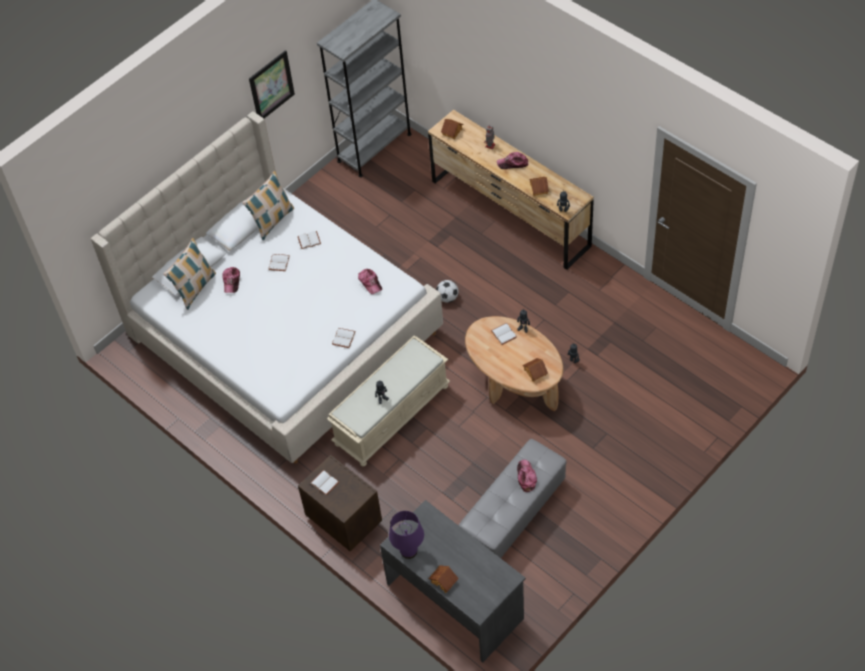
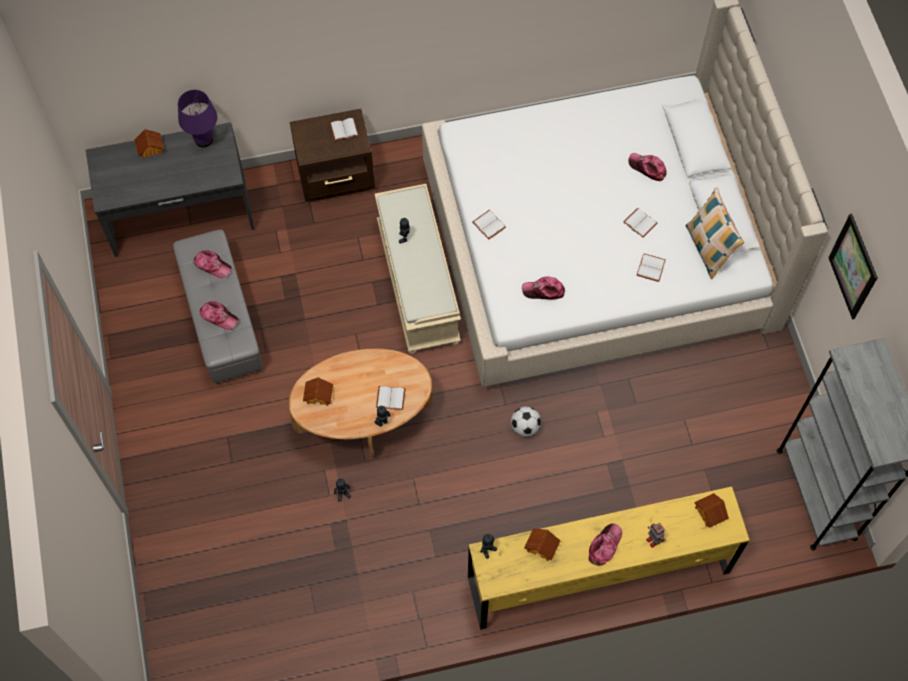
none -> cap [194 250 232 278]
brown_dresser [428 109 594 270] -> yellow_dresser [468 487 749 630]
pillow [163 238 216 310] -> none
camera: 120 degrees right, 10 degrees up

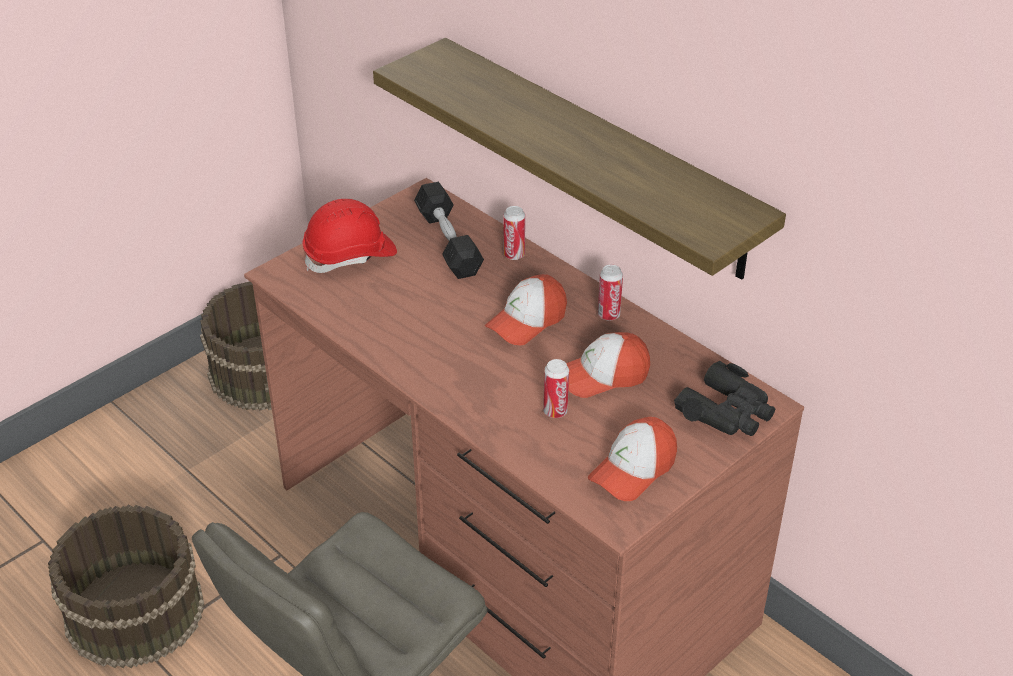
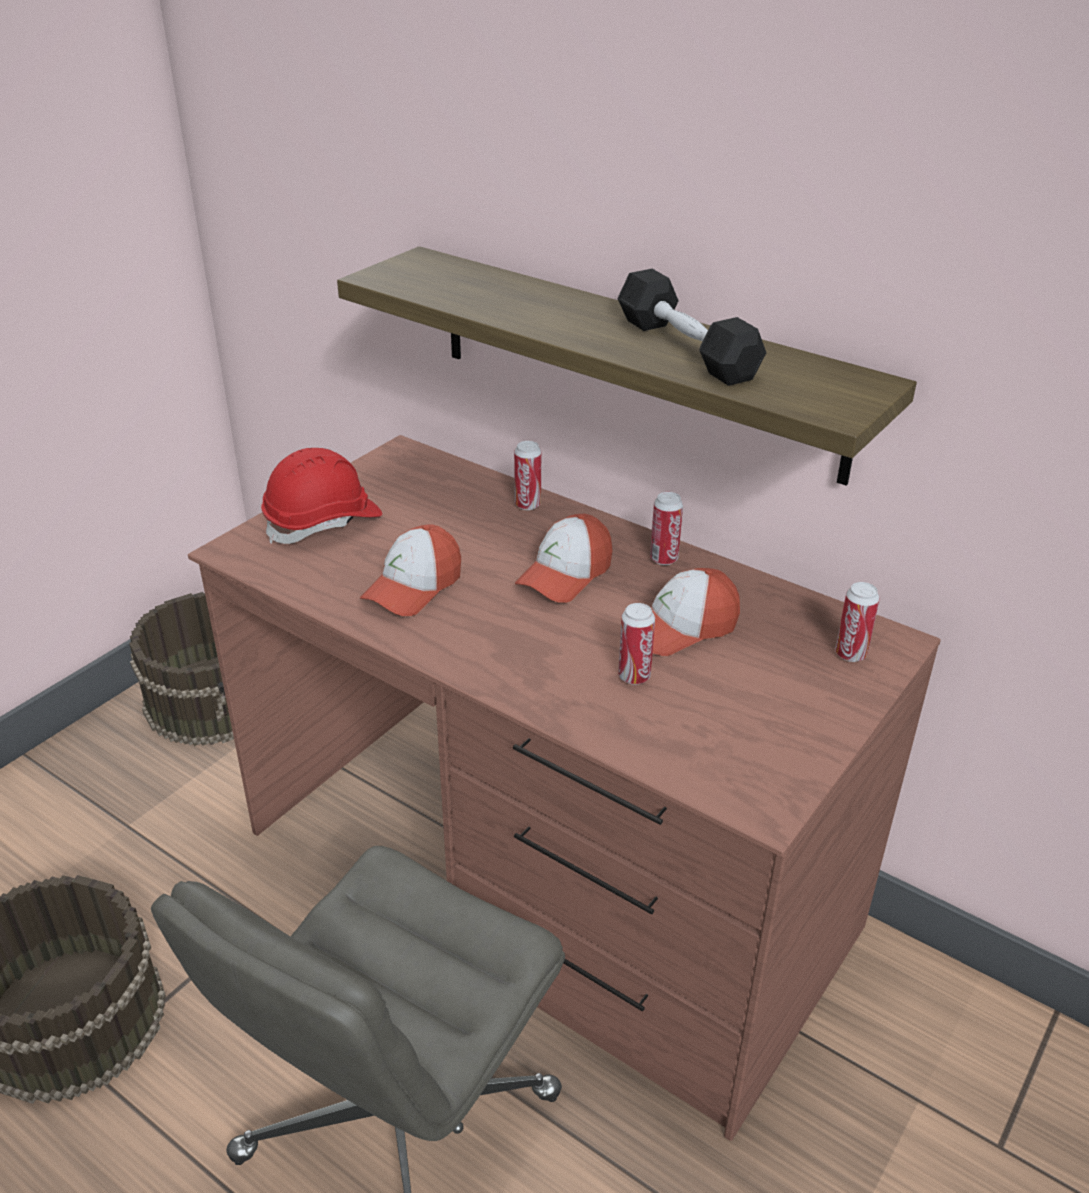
cap [588 417 677 501] -> cap [360 524 461 616], shifted
black_dumbbell [414 182 484 279] -> black_dumbbell [617 269 766 386], shifted
black_binoculars [674 361 775 436] -> can [835 582 880 662]
camera: 10 degrees left, 5 degrees down

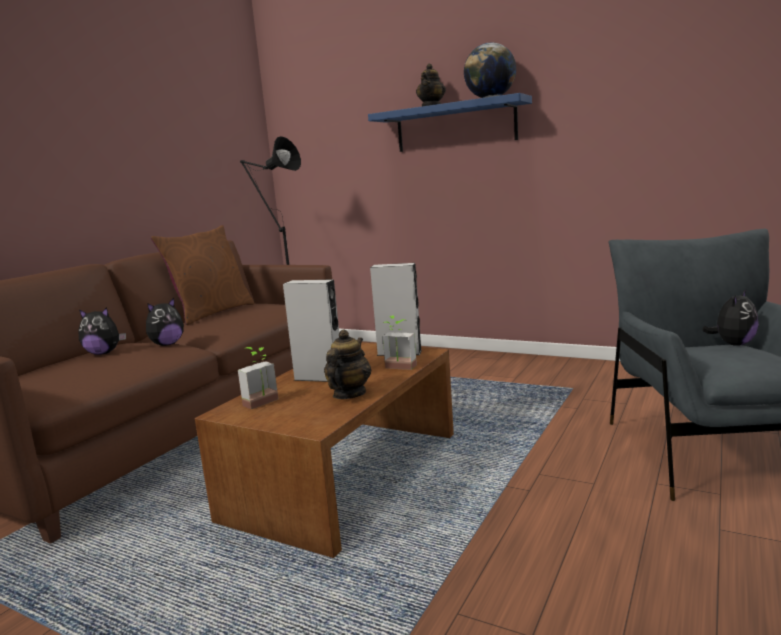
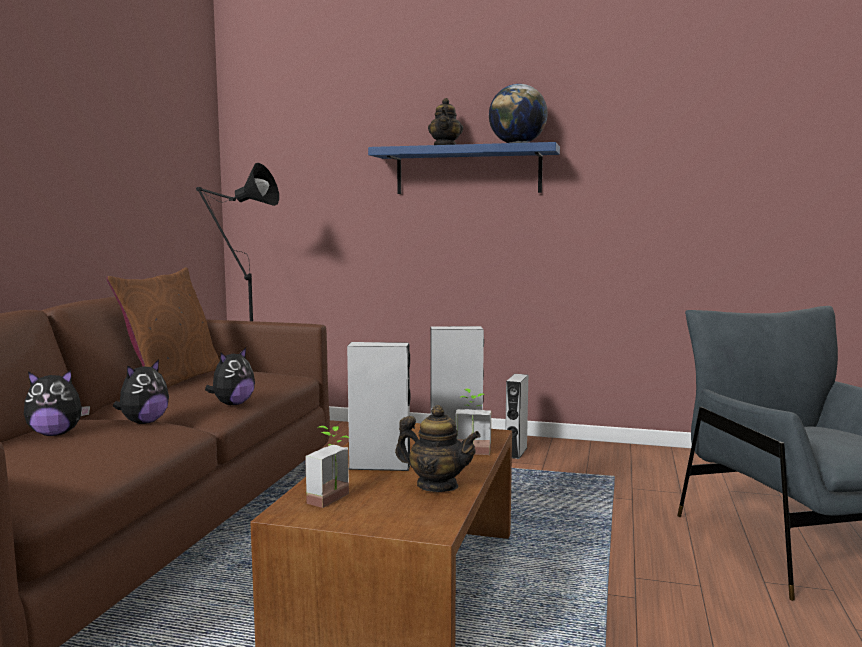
plush_toy [702 290 759 346] -> plush_toy [205 348 255 405], shifted
teapot [324 329 372 399] -> teapot [395 405 481 492], 105 degrees clockwise
none -> grey_speaker [505 374 528 459]
camera: 15 degrees left, 5 degrees down

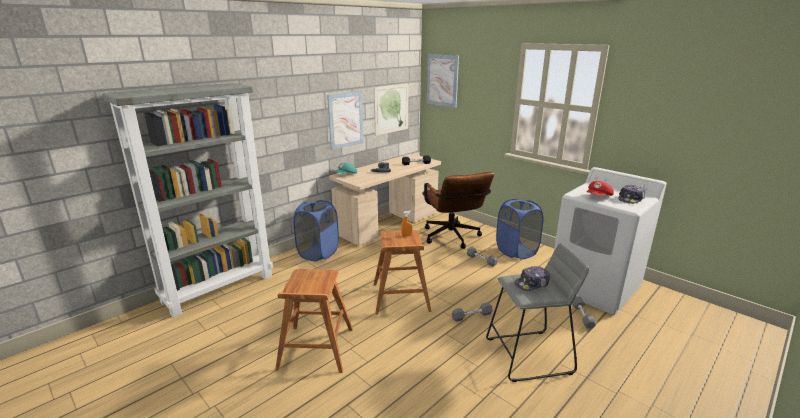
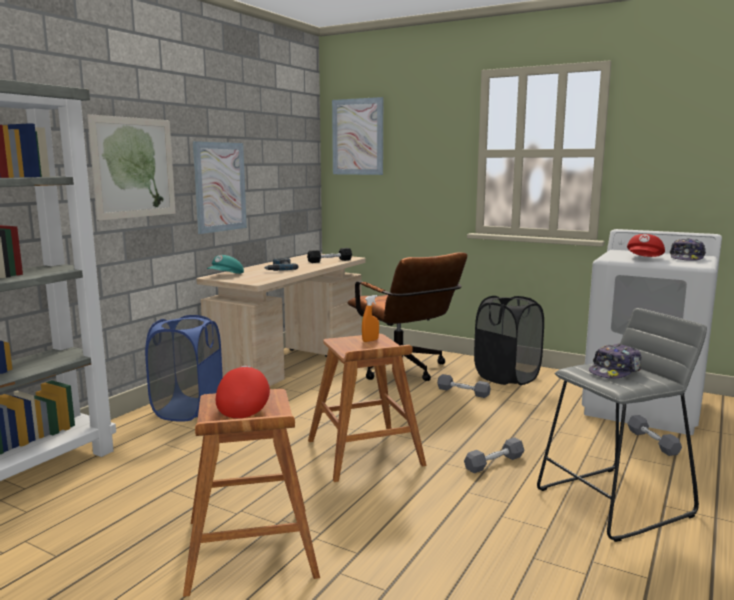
picture [374 83 408 136] -> picture [87 114 176 221], shifted
none -> red_cap [216 366 270 418]
blue_laundry_basket [496 199 544 259] -> black_laundry_basket [474 296 544 385]
camera: 15 degrees left, 10 degrees down

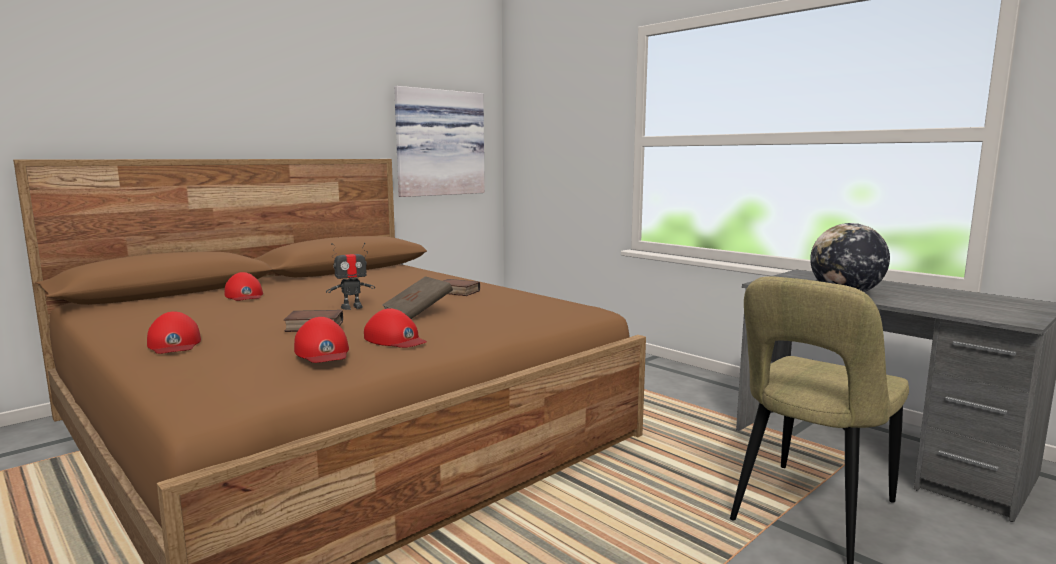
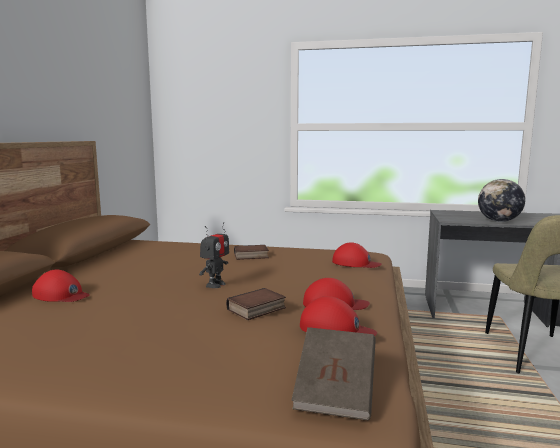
brown_book [382 276 453 319] -> brown_book [292 327 376 420], shifted
red_cap [147 311 201 354] -> red_cap [332 242 382 268], shifted
picture [394 86 485 197] -> none
camera: 35 degrees left, 0 degrees up

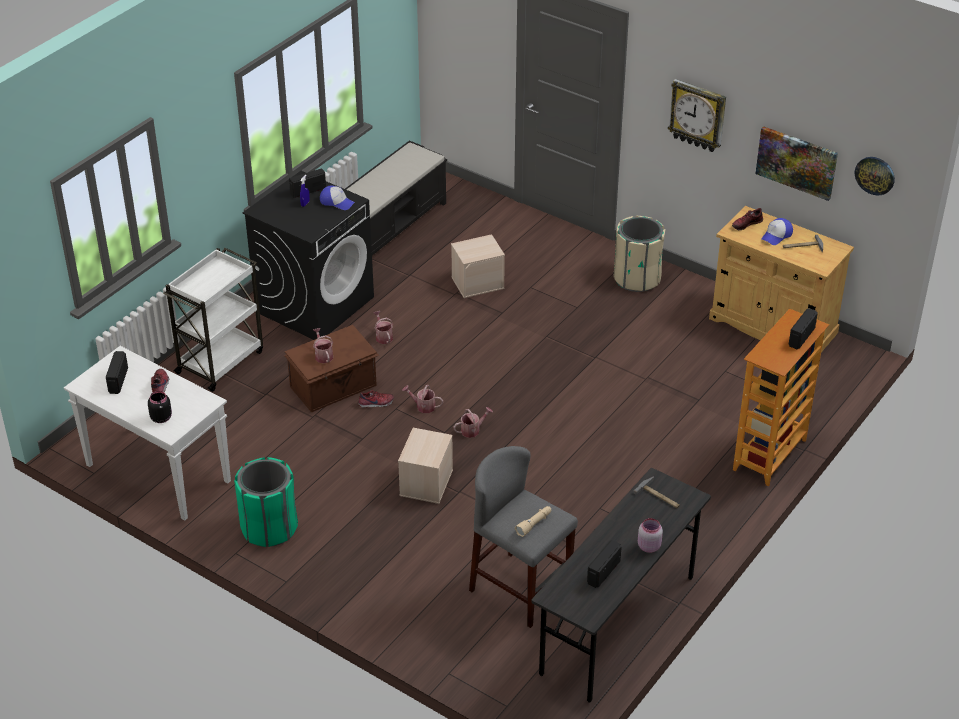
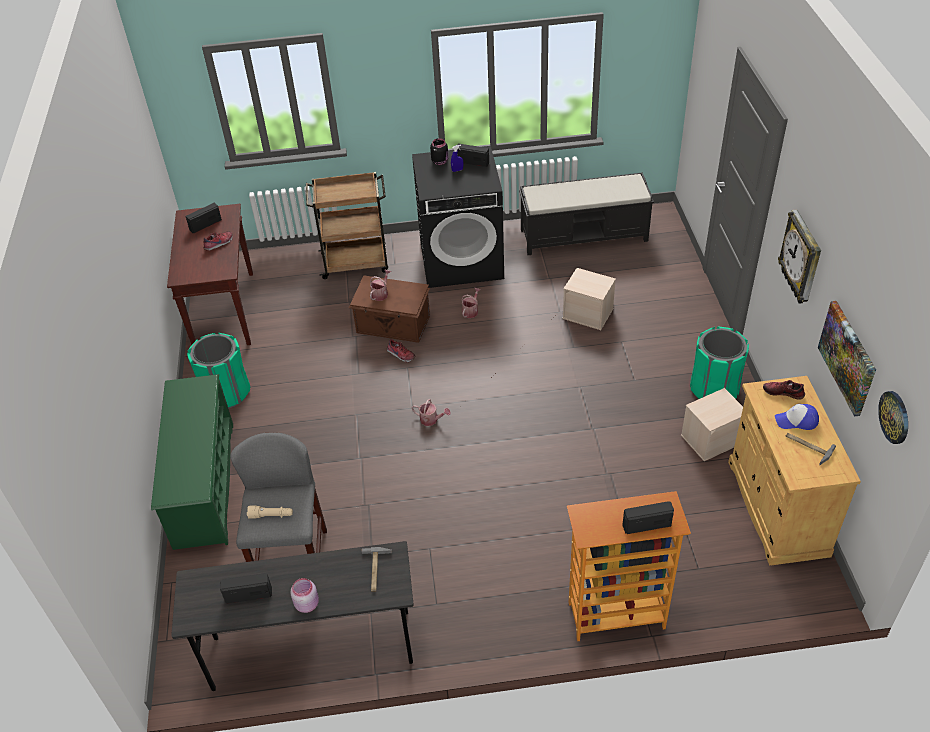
none -> green_shoe_rack [151 374 233 550]
white_console_table [64 346 231 521] -> brown_console_table [167 204 253 345]
white_cart [163 248 263 392] -> brown_cart [306 172 388 279]
black_jar [148 391 172 423] -> black_jar [430 138 448 165], shifted
beige_storage_box [398 428 453 504] -> beige_storage_box [681 388 743 461], shifted
beige_trash_can [613 216 665 292] -> green_trash_can [690 326 749 399]
cap [320 185 355 210] -> none
watering_can [402 385 443 413] -> none
camera: 50 degrees right, 5 degrees up

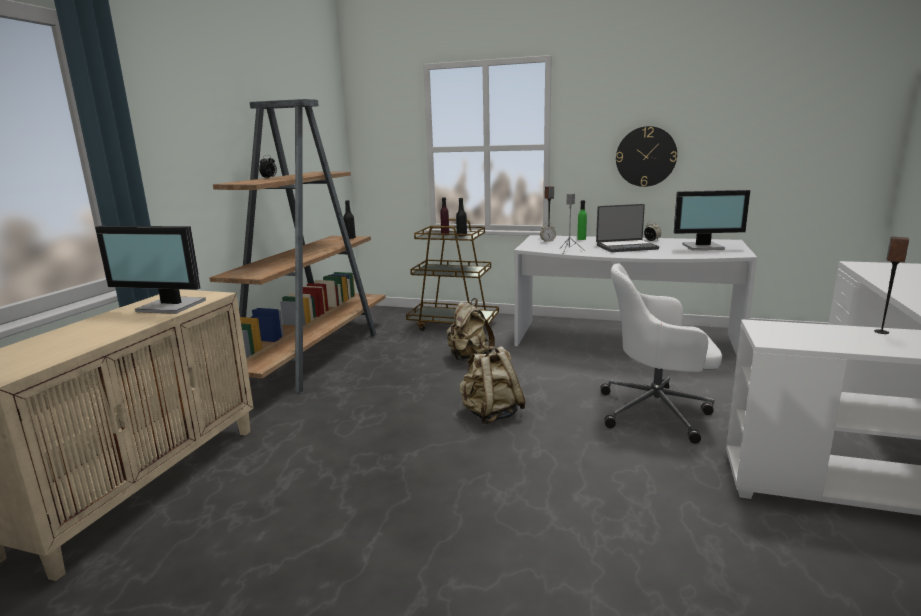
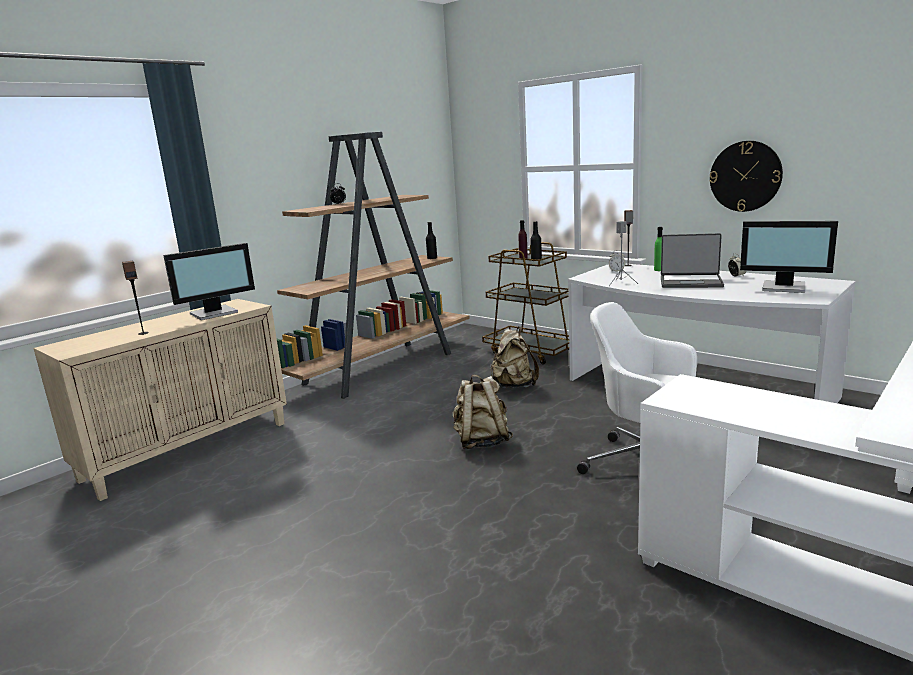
speaker [874 237 909 334] -> speaker [122 261 149 335], shifted
monitor [95 226 206 314] -> monitor [163 243 255 320], 75 degrees counterclockwise
camera: 25 degrees right, 0 degrees up

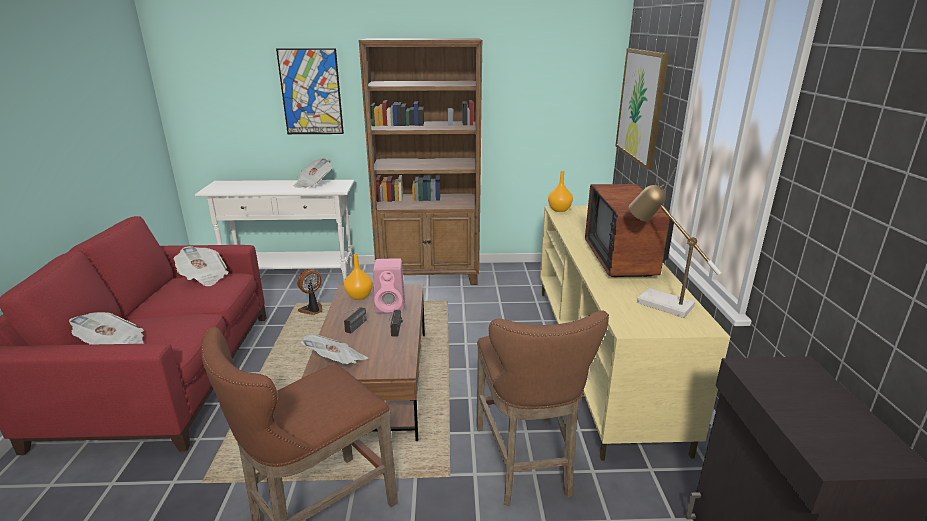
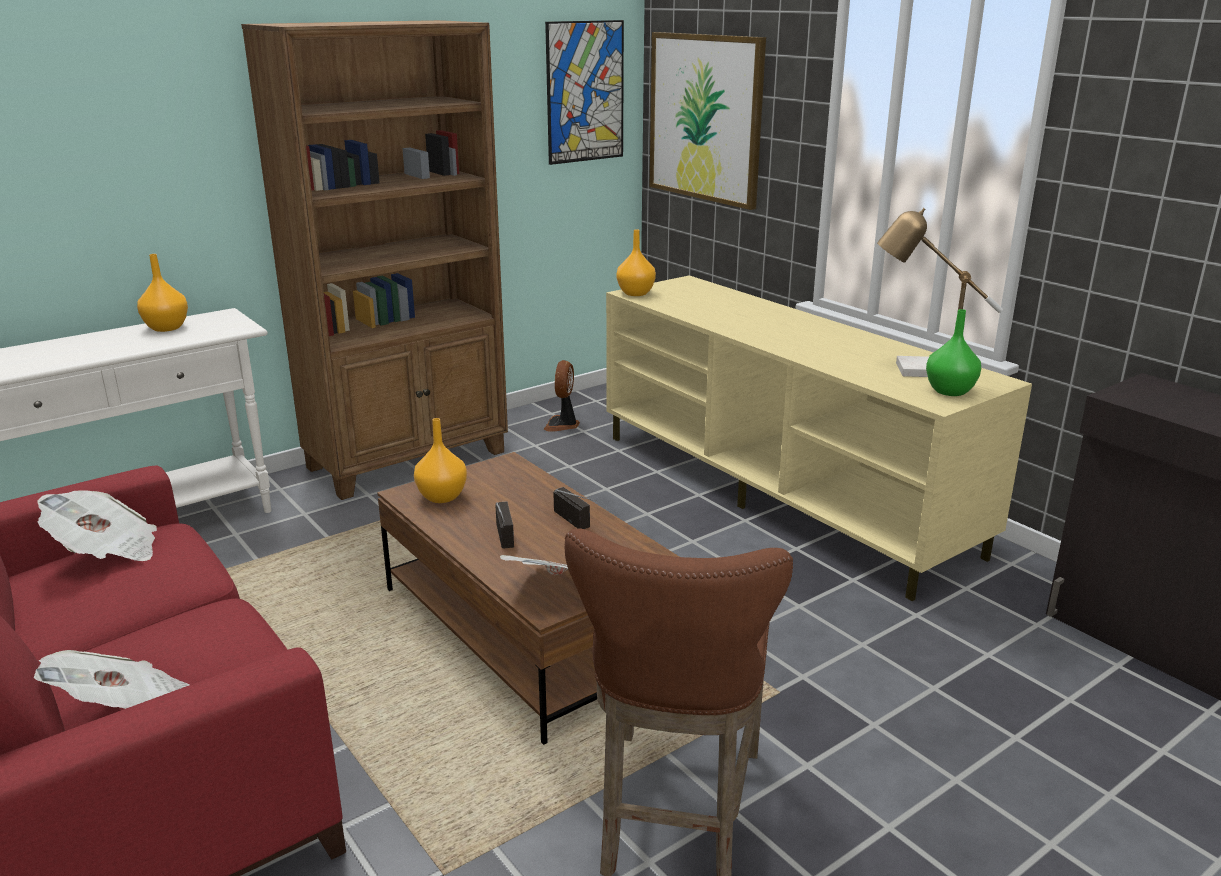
newspaper [294 158 332 188] -> orange_vase [137 254 188 332]
fan [297 269 323 315] -> fan [543 360 580 432], shifted
picture [276 48 344 134] -> picture [545 20 624 165], shifted
none -> green_vase [926 309 981 396]
pink_speaker [373 258 405 313] -> none
brown_stool [476 311 609 506] -> none
television [585 160 676 277] -> none
camera: 35 degrees left, 0 degrees up

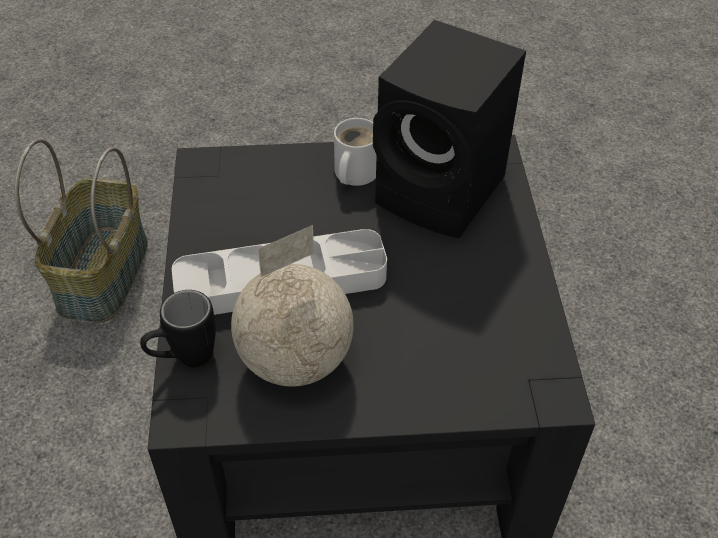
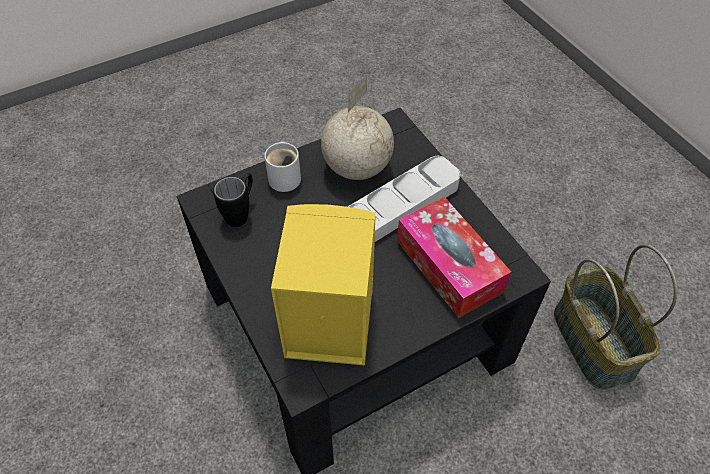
black_mug [140 290 216 368] -> black_mug [213 173 253 227], shifted
white_mug [334 118 377 186] -> white_mug [264 141 301 192], shifted
black_speaker [373 20 526 238] -> yellow_speaker [271 204 376 366]
none -> tissue_box [397 197 511 318]
camera: 155 degrees right, 5 degrees up

